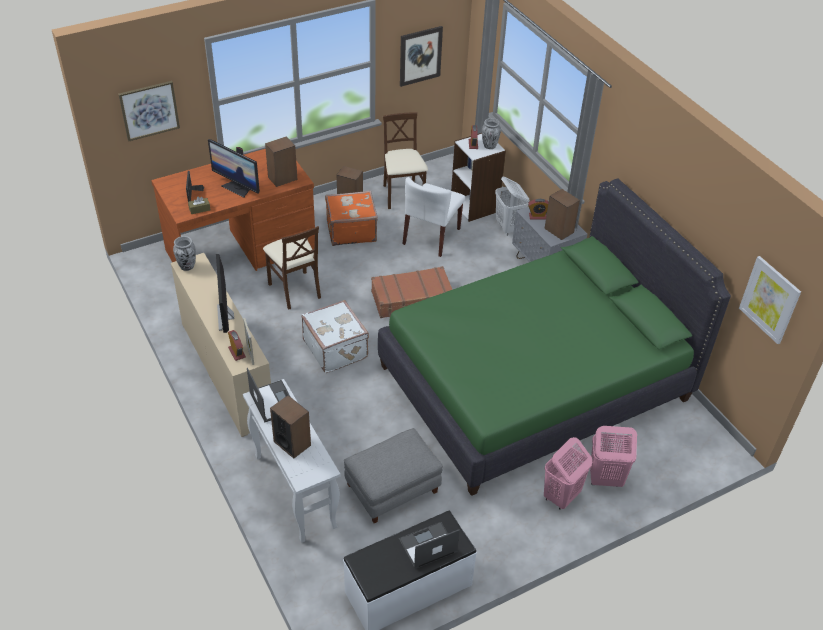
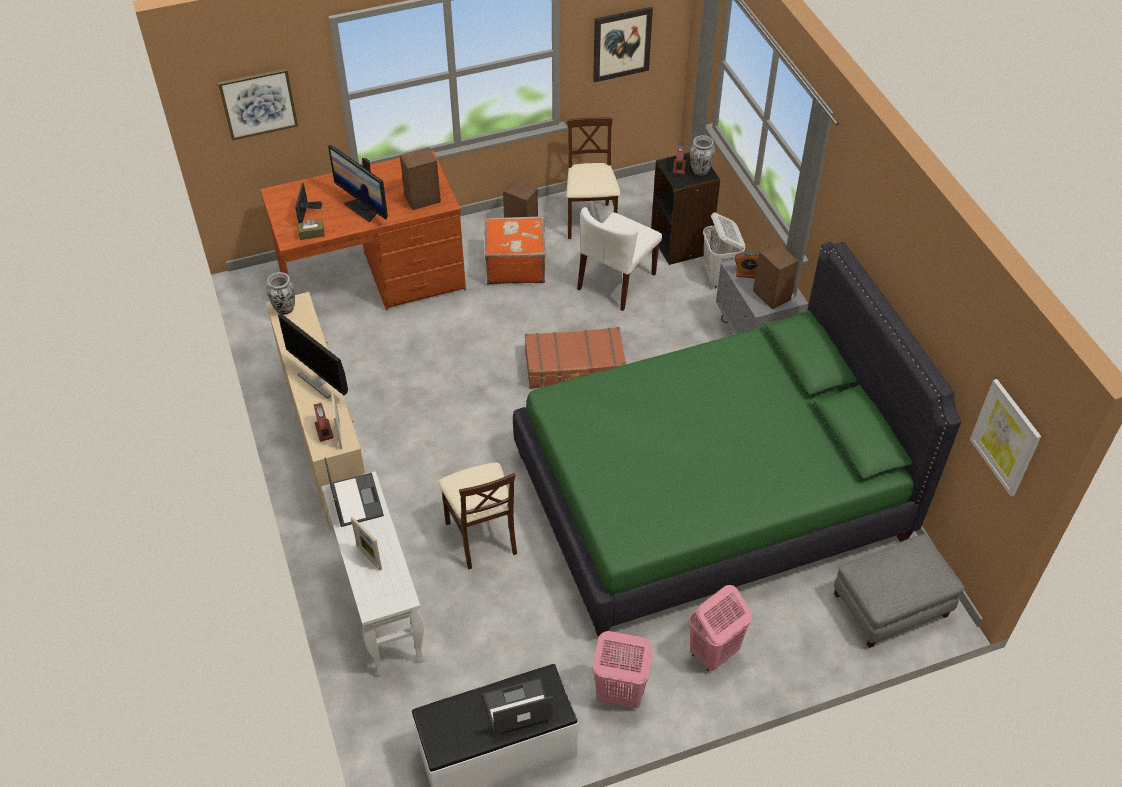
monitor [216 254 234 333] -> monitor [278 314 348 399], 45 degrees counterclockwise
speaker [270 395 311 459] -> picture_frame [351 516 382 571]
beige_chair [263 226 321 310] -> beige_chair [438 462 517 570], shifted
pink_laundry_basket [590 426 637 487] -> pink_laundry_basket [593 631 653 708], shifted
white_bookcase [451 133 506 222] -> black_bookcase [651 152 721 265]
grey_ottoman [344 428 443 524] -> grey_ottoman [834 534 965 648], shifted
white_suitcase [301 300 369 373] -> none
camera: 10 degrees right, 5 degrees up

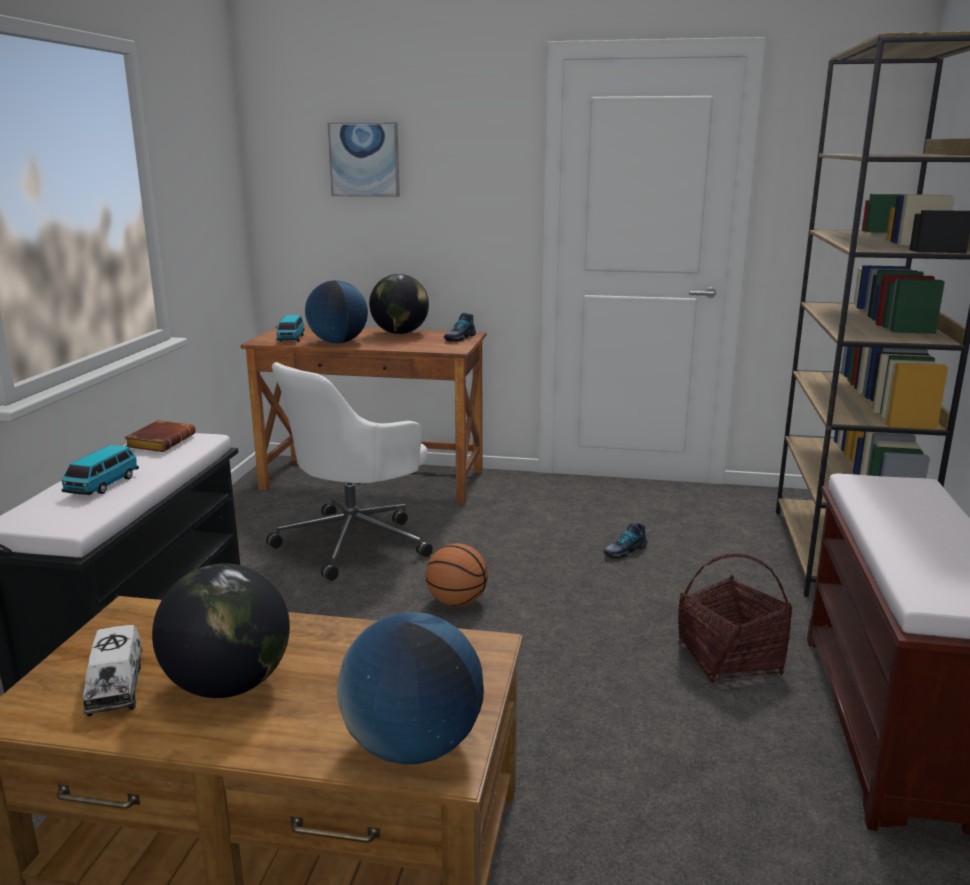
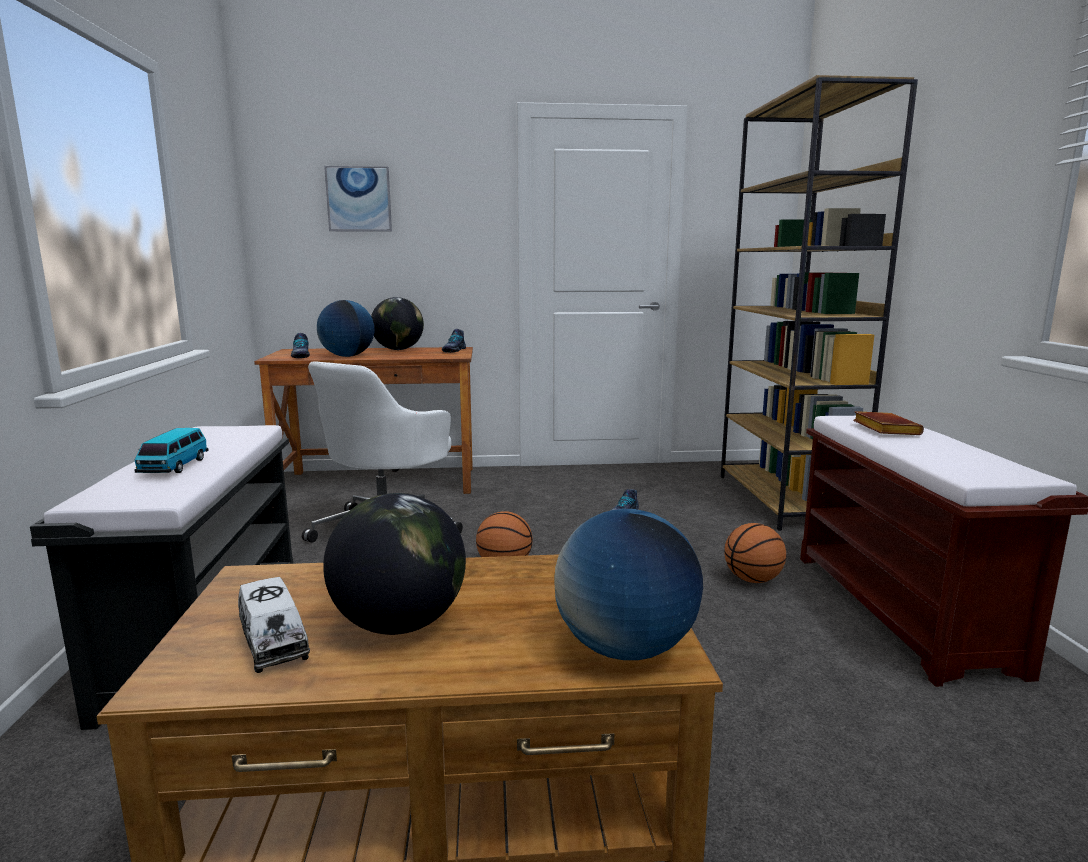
toy_car [276 315 305 342] -> shoe [291 333 310 358]
basket [678 554 792 683] -> basketball [724 523 786 583]
brown_book [124 420 196 452] -> brown_book [853 411 924 435], shifted
camera: 15 degrees left, 5 degrees down

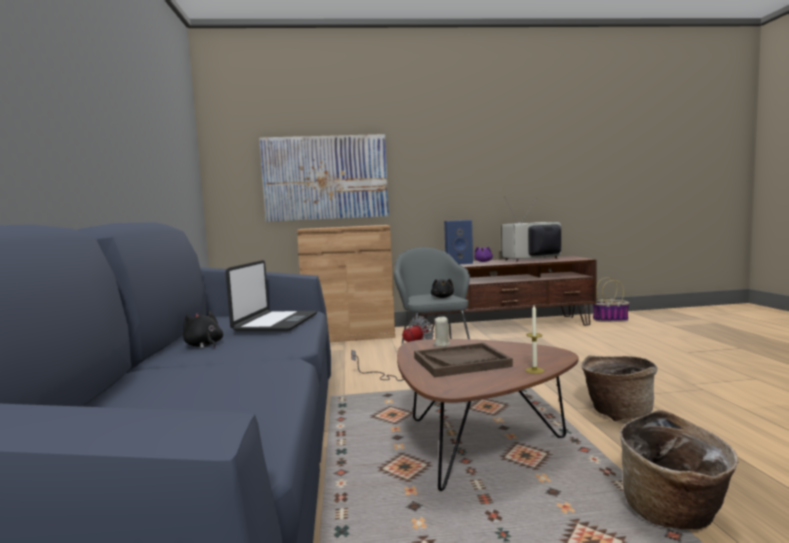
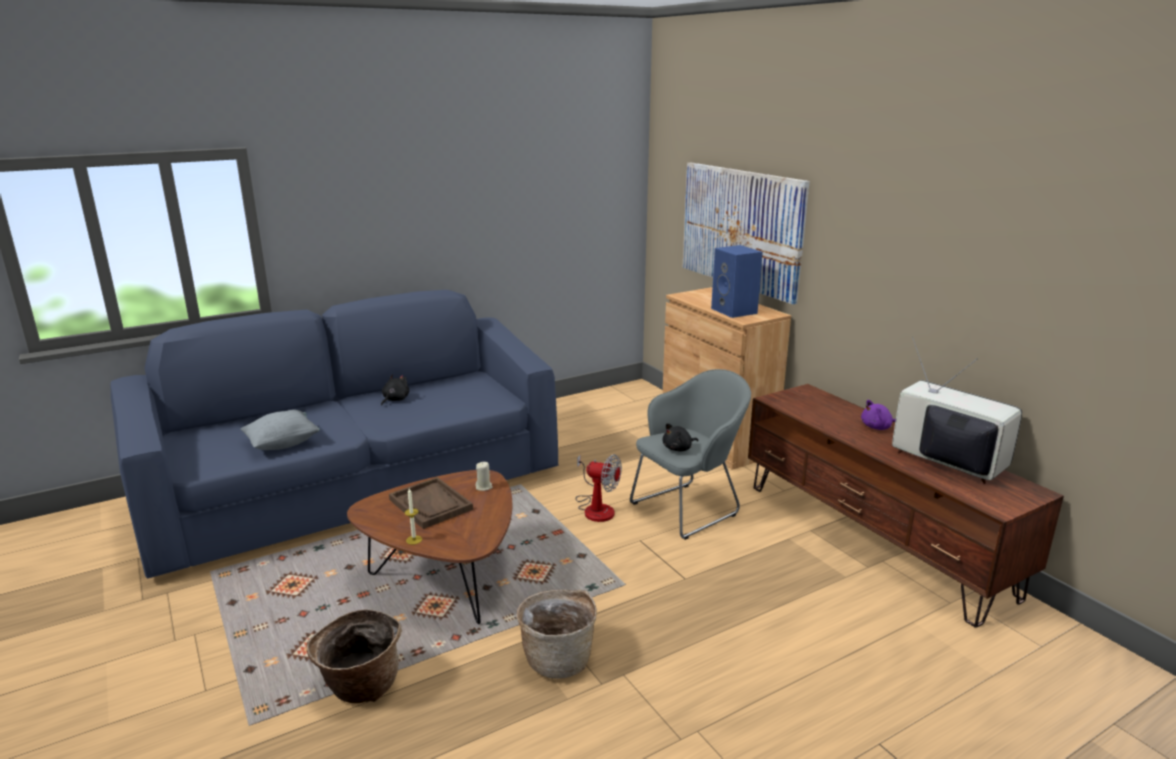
none -> grey_pillow [241 410 320 450]
blue_speaker [444 220 473 264] -> blue_speaker [711 245 763 318], shifted
laptop [226 260 317 332] -> none
basket [593 277 629 322] -> none
camera: 65 degrees right, 15 degrees up

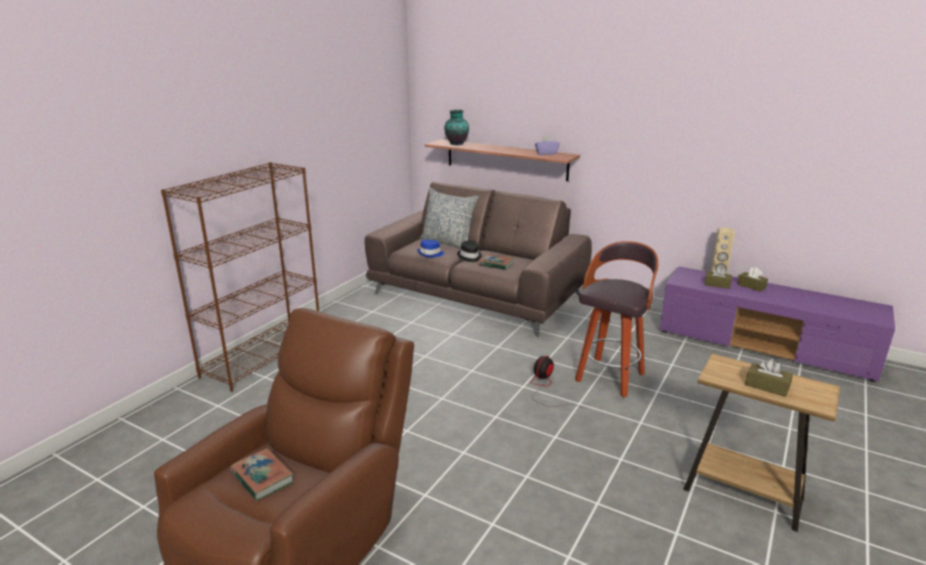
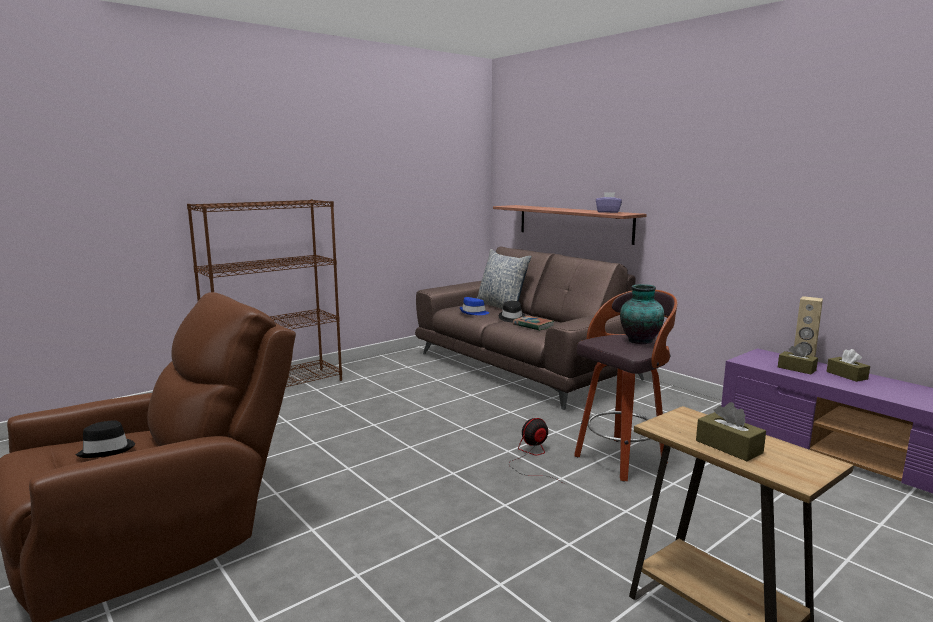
book [230 448 294 501] -> black_hat [76 420 135 458]
vase [444 110 469 145] -> vase [620 284 664 344], shifted
camera: 20 degrees right, 10 degrees down

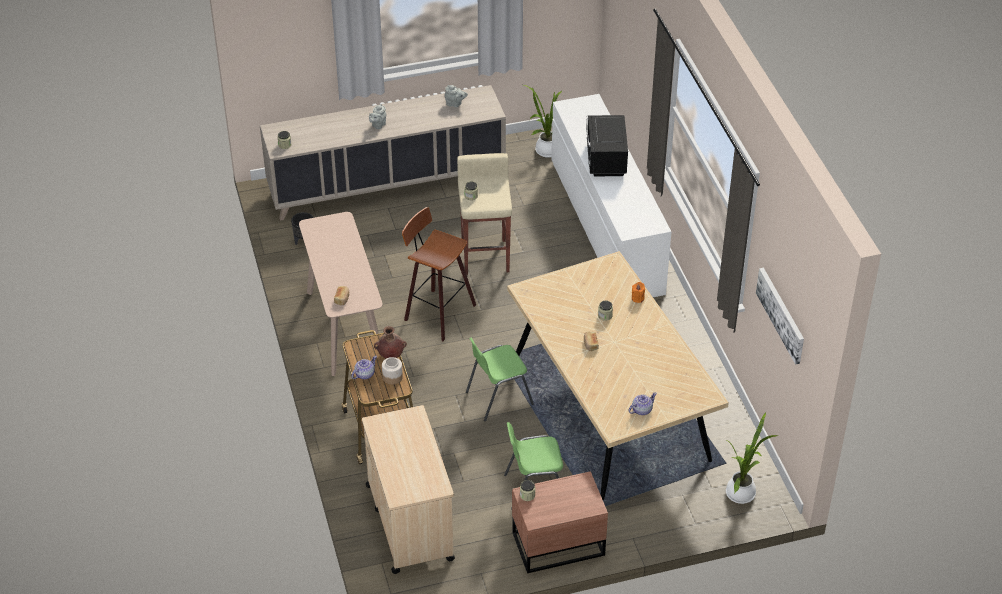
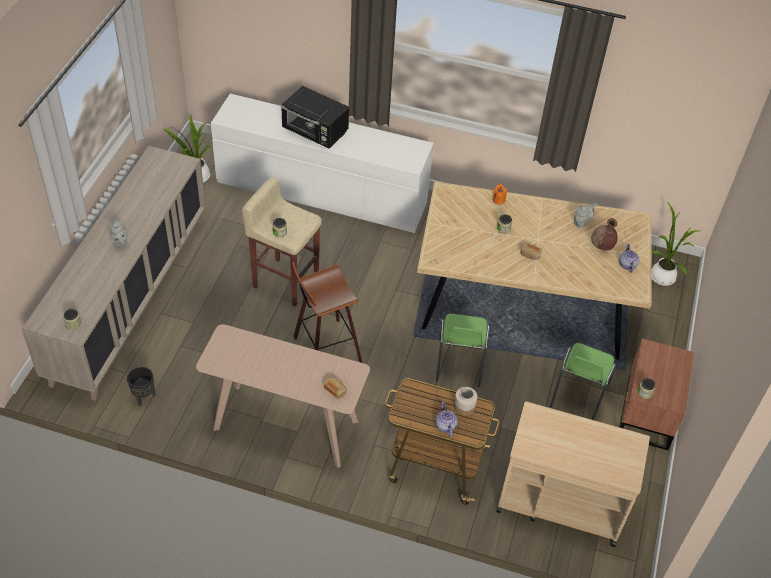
grey_teapot [445 85 468 107] -> grey_teapot [574 204 596 229], shifted
brown_vase [374 326 407 358] -> brown_vase [591 218 618 250], shifted
picture [756 268 804 365] -> none
camera: 60 degrees left, 5 degrees up

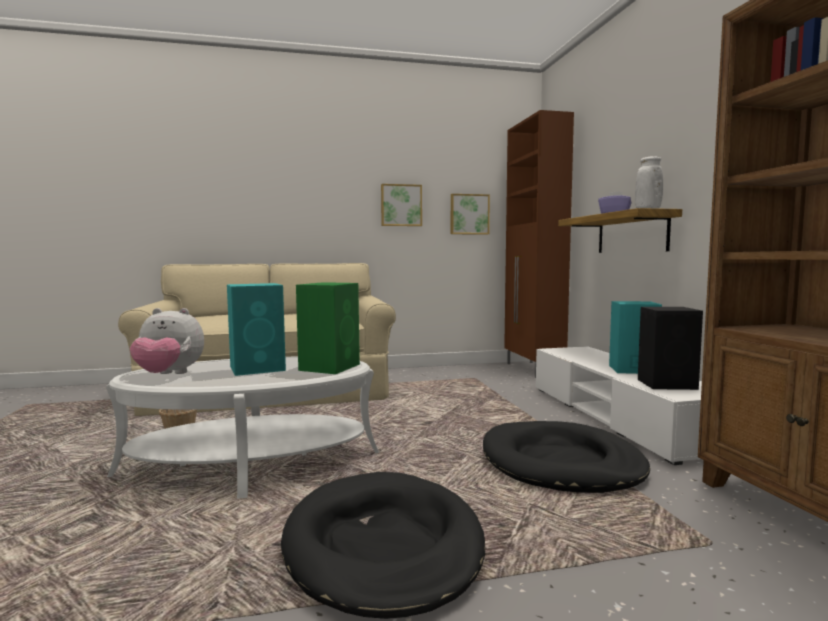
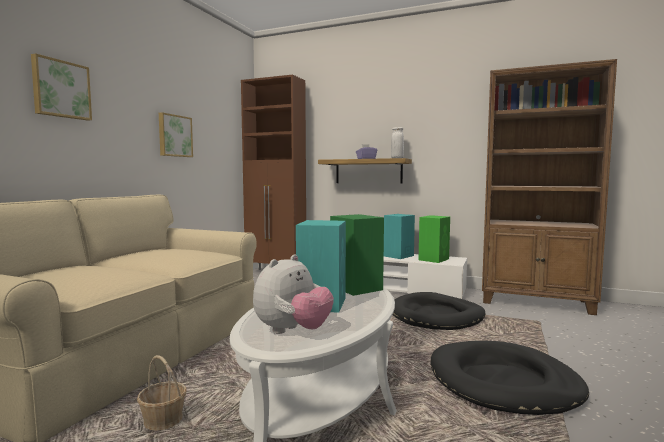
picture [451 194 490 235] -> picture [31 53 92 121], shifted
black_speaker [638 307 703 390] -> green_speaker [419 215 450 263]
camera: 55 degrees left, 0 degrees up

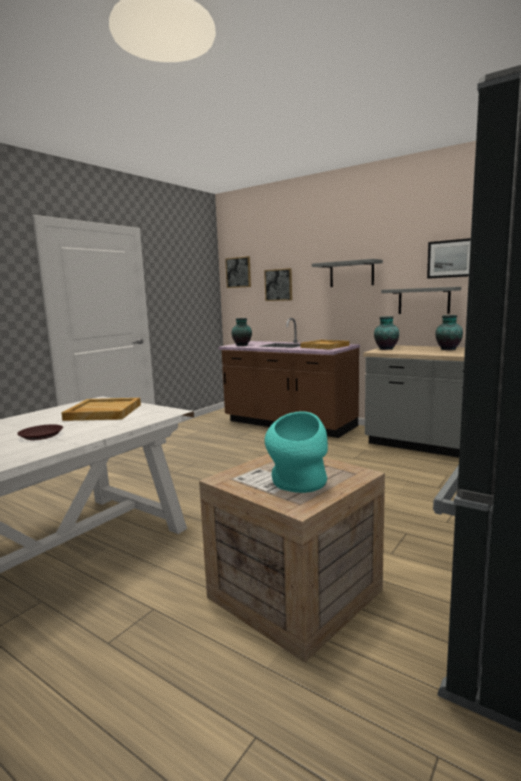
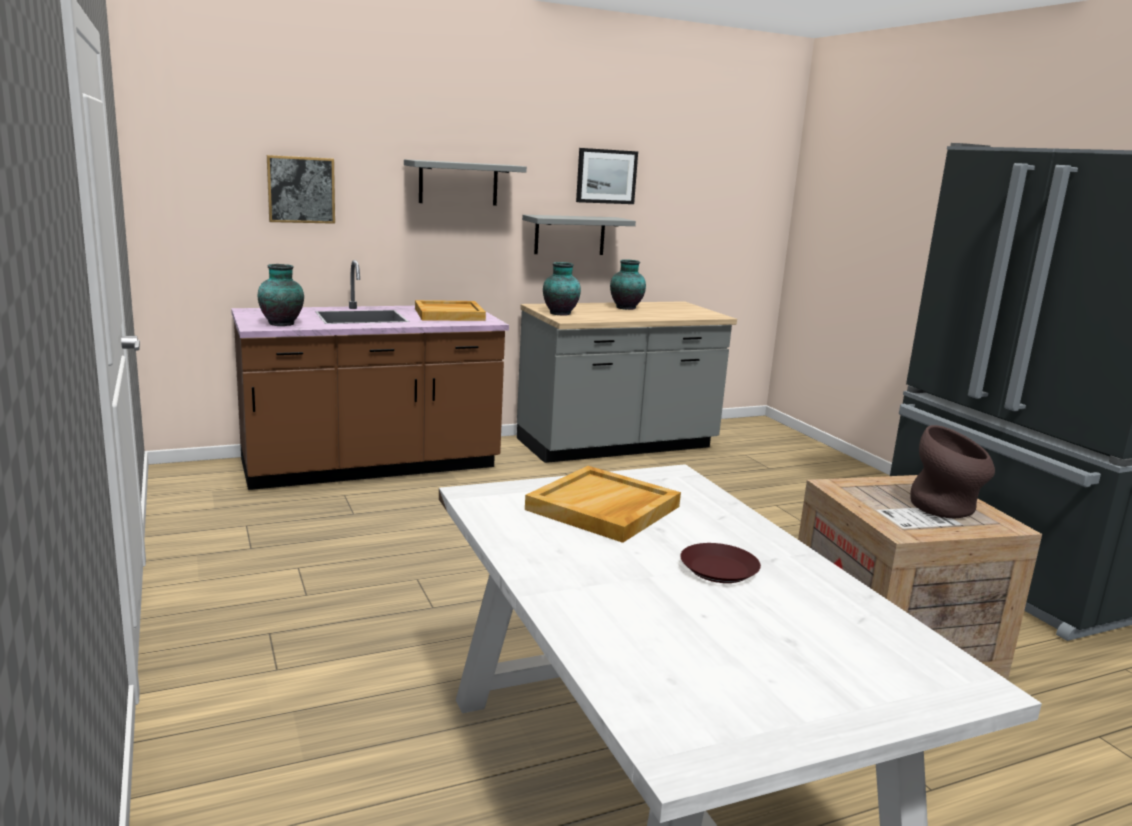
turquoise_vase [265 411 328 493] -> brown_vase [910 425 995 518]
picture [225 256 251 288] -> none
camera: 60 degrees left, 5 degrees up

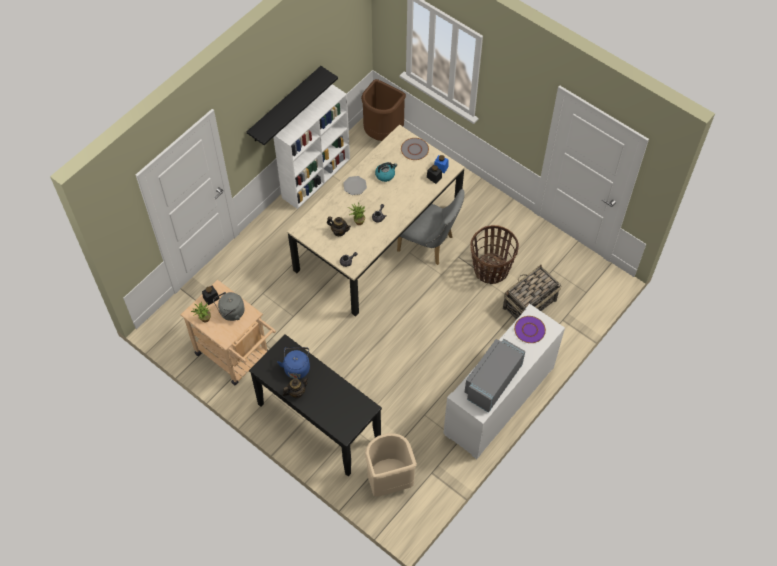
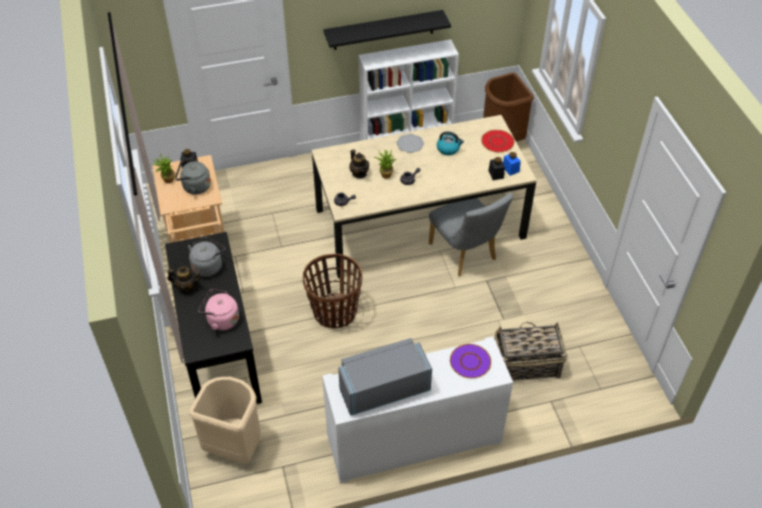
blue_kettle [277 347 310 379] -> grey_kettle [188 236 226 277]
none -> pink_kettle [198 289 239 331]
basket [470 225 519 284] -> basket [303 254 363 329], shifted
grey_plate [401 138 429 160] -> red_plate [481 130 515 152]
camera: 35 degrees right, 10 degrees down

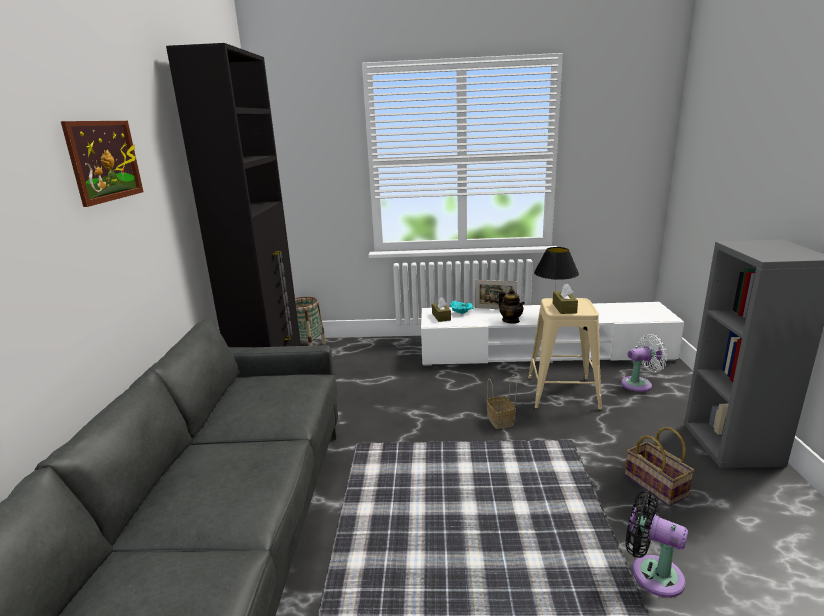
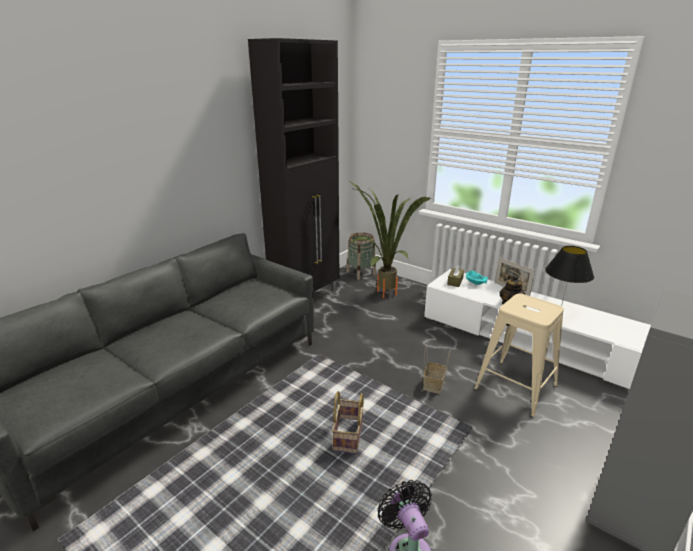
basket [625 427 695 506] -> basket [332 391 364 453], shifted
none -> potted_plant [350 182 431 298]
picture [61 121 143 207] -> none
brown_tissue_box [553 284 578 314] -> none
white_fan [621 334 667 392] -> none
camera: 35 degrees right, 5 degrees up

